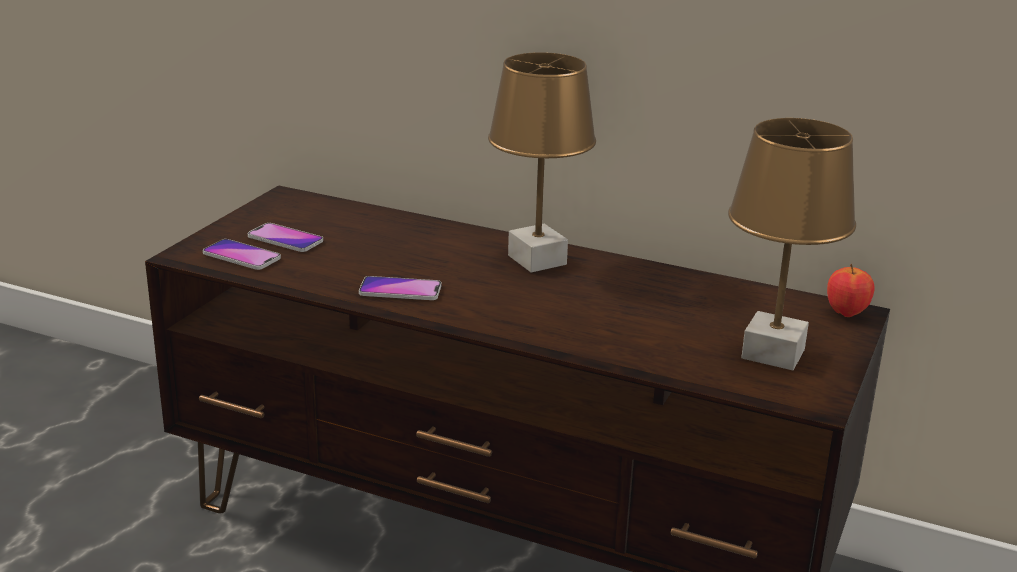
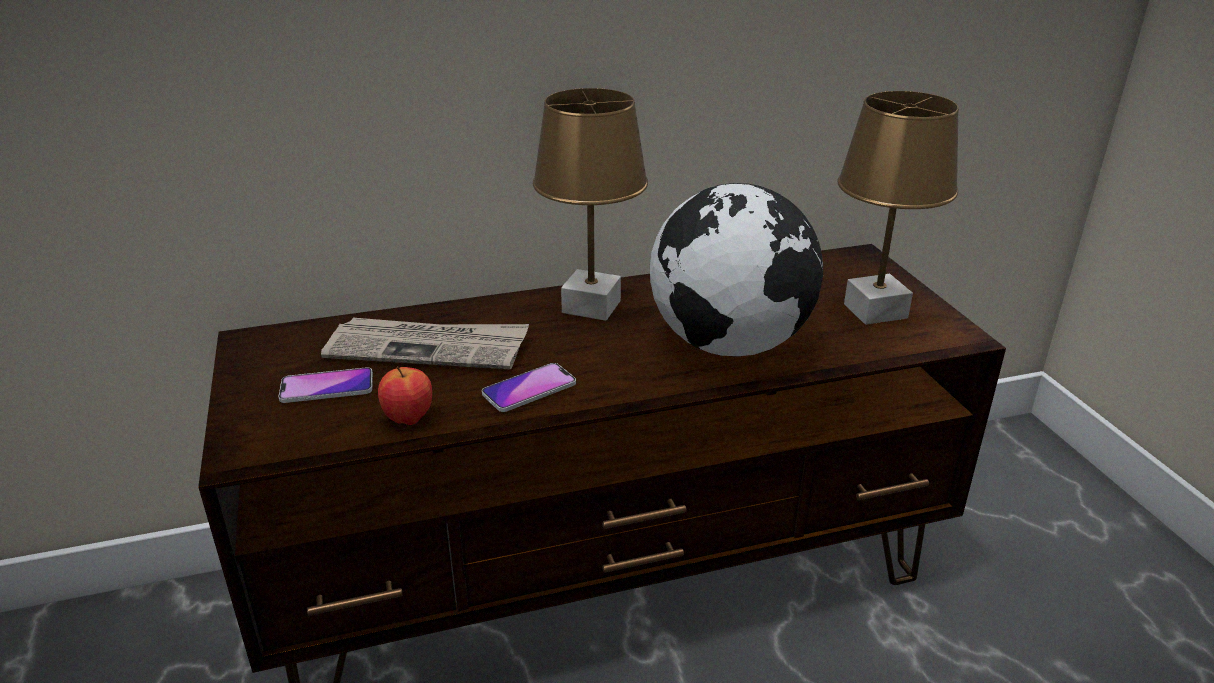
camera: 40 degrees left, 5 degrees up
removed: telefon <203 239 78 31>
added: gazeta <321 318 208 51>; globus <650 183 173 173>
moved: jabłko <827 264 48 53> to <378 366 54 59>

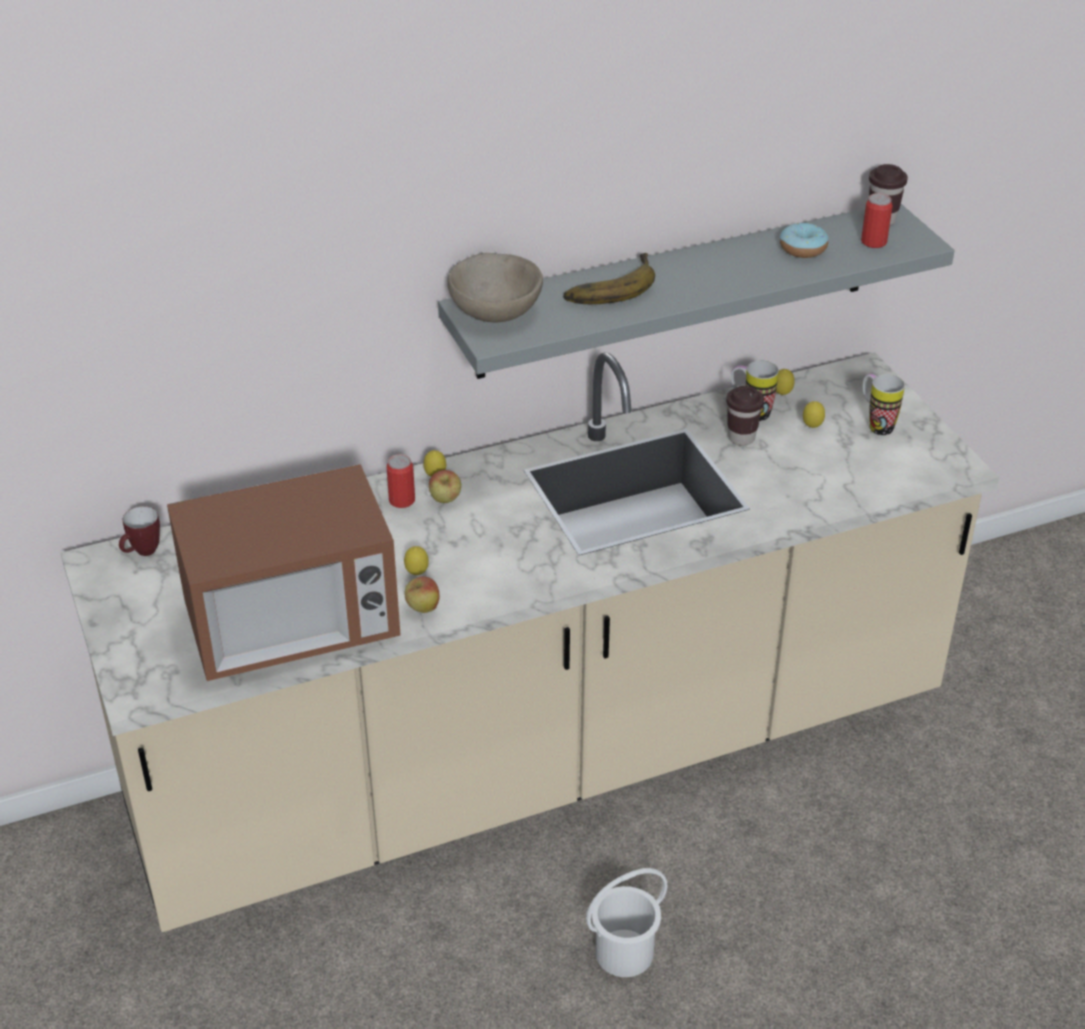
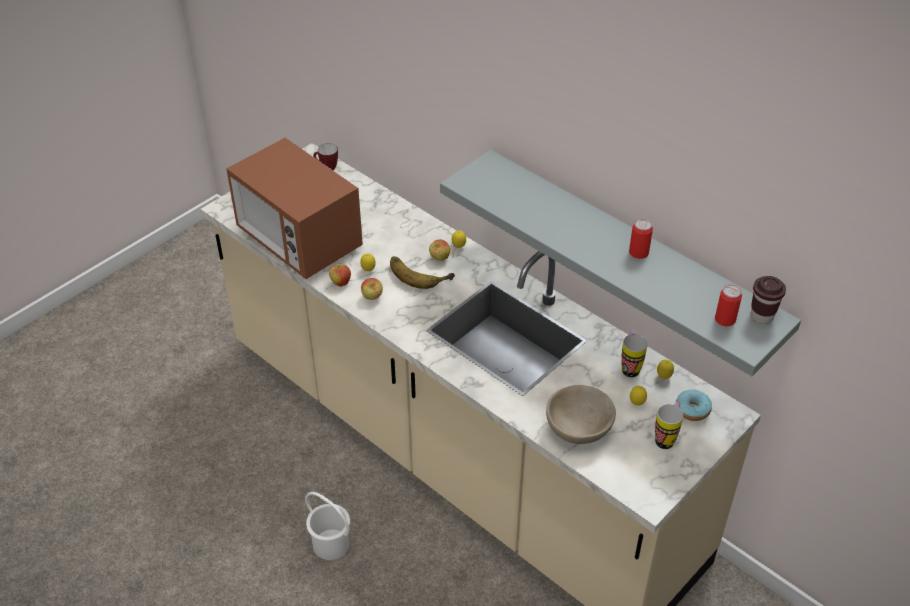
camera: 65 degrees right, 5 degrees up
removed: filiżanka (brązowy) <726 386 38 60>
added: jabłko <361 278 22 22>
moved: banan <563 253 92 51> to <390 256 65 33>; miska (beżowy) <448 253 95 69> to <546 385 70 59>; puszka <387 454 28 54> to <629 218 24 41>; donut <780 223 49 35> to <676 390 36 31>

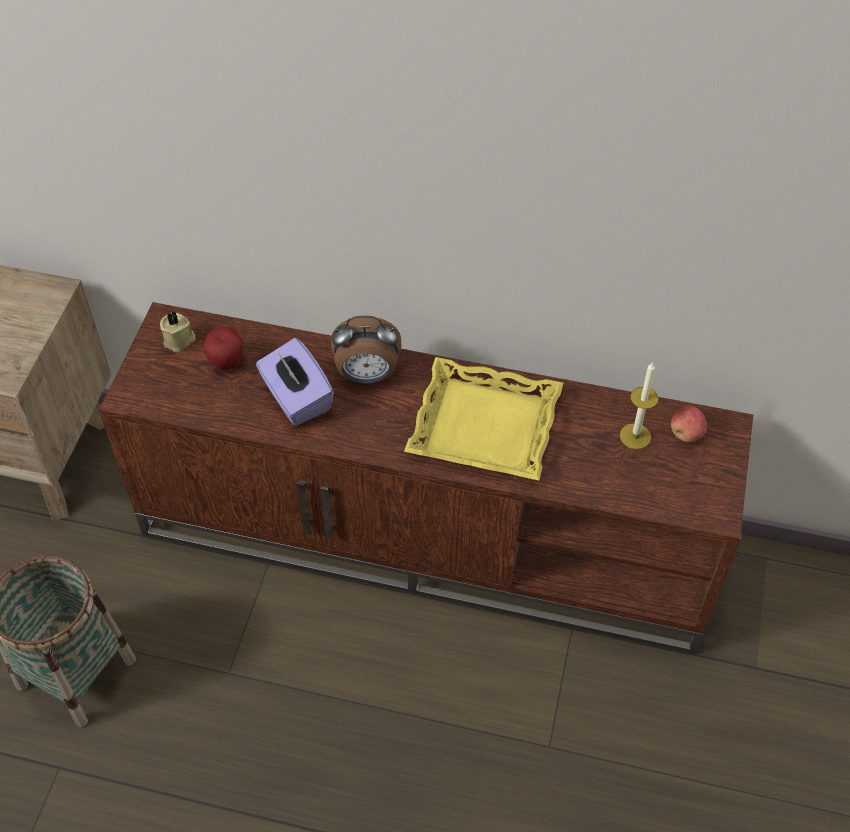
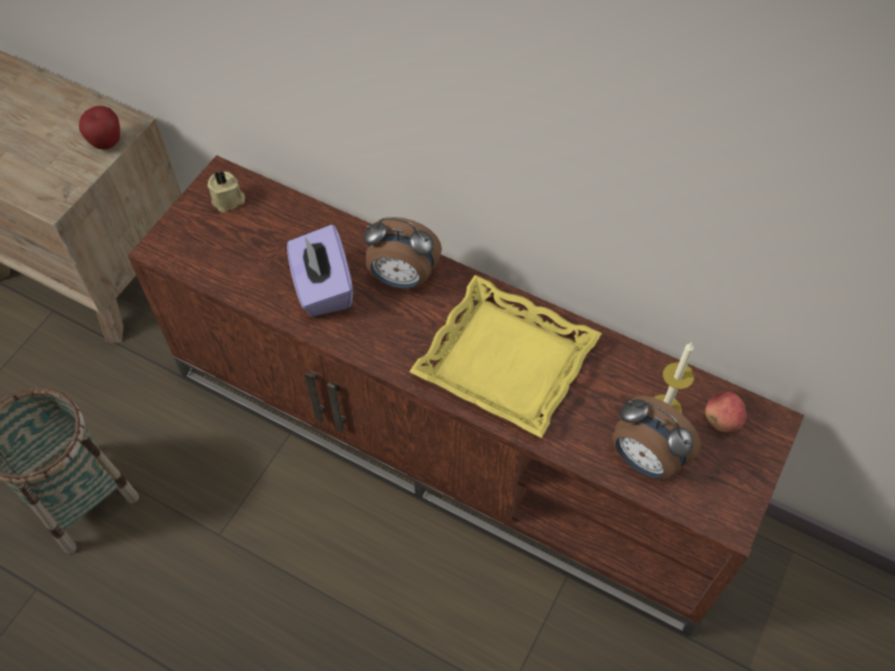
camera: 15 degrees right, 5 degrees up
added: budzik <612 395 89 85>
moved: jabłko <203 327 40 43> to <79 106 41 43>

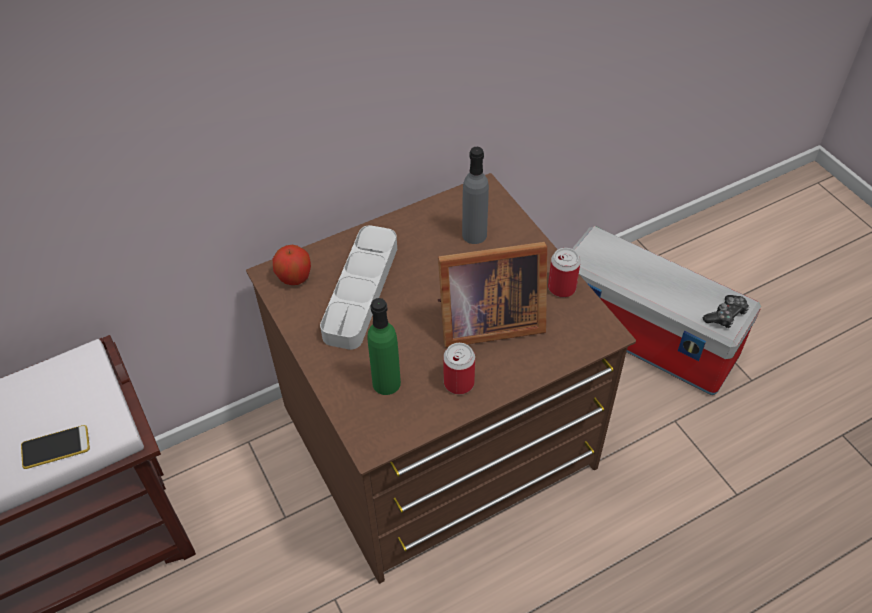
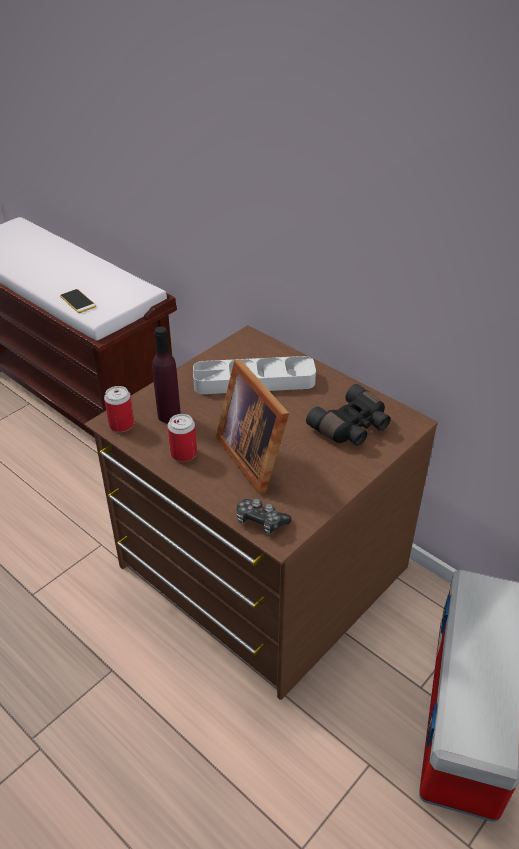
camera: 70 degrees right, 10 degrees down
removed: jabłko <273 245 38 40>
moved: puszka <548 248 33 49> to <104 386 30 46>; pad do gier <703 295 46 33> to <237 498 55 36>
replaced: butelka (szary) <462 147 27 97> to lornetka (czarny) <306 384 85 62>
recoloured: butelka (zielony) <367 298 34 97> to butelka (fioletowy) <152 326 29 97>

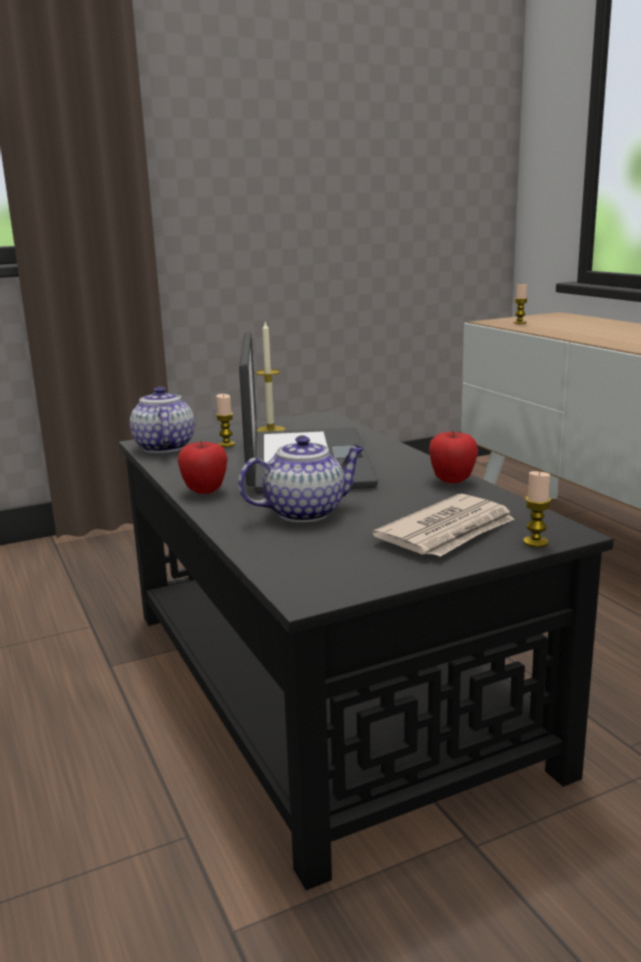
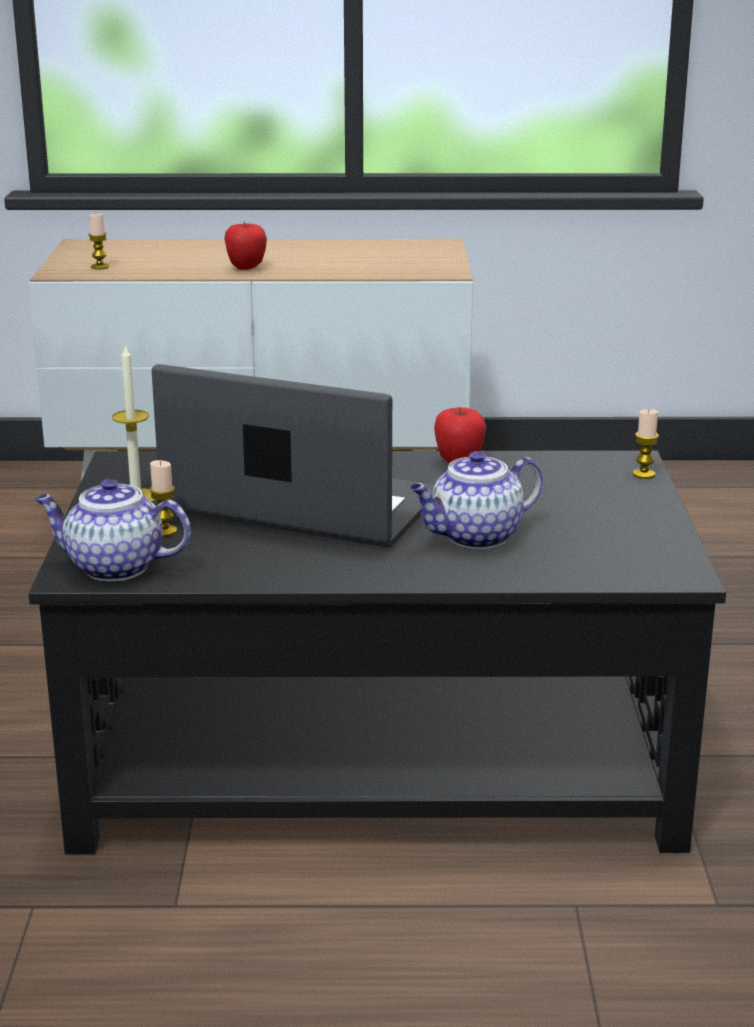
camera: 65 degrees left, 5 degrees up
removed: gazeta <372 494 142 63>
moved: jabłko <178 441 50 53> to <225 222 42 48>
turned: imbryk <238 435 127 87> = <410 451 133 98> 120 degrees counterclockwise

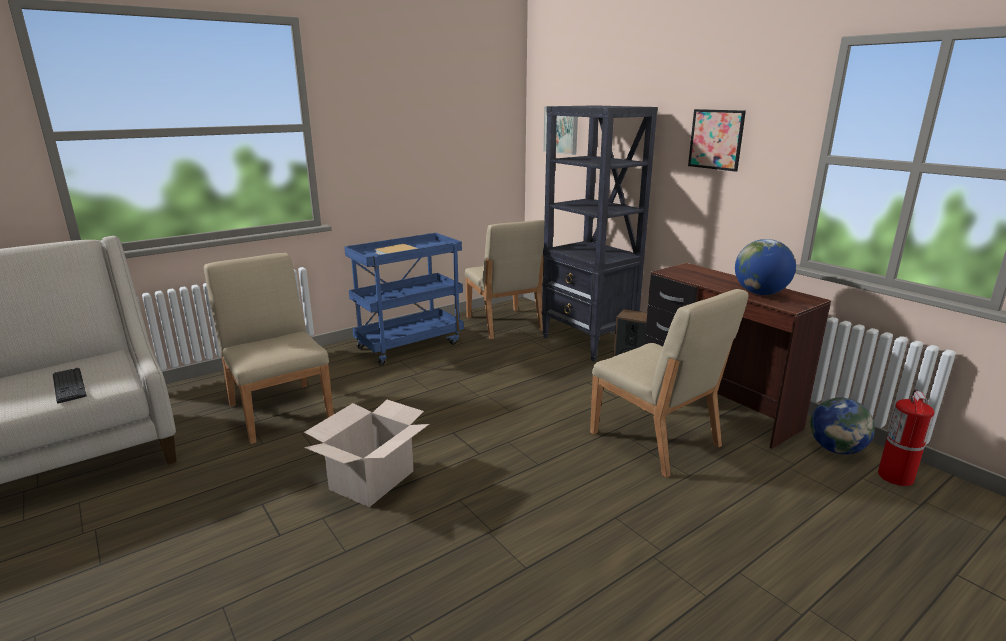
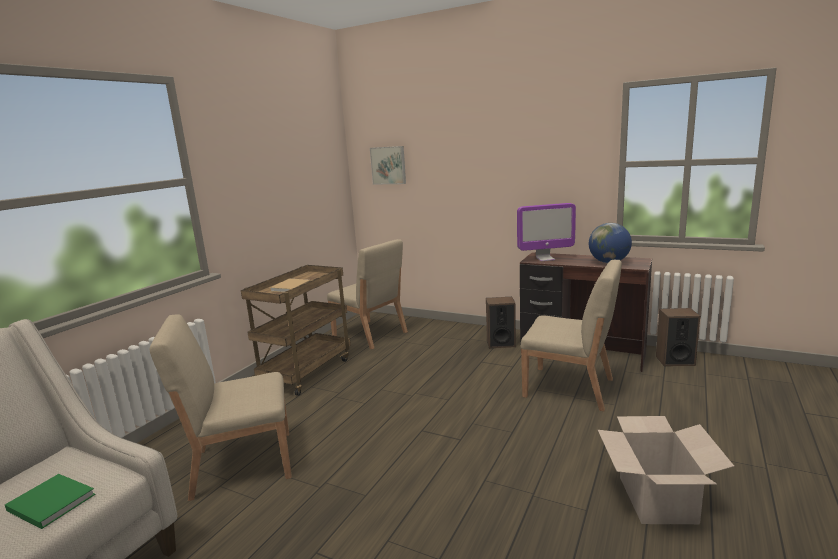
camera: 25 degrees left, 5 degrees down
removed: regał (czarny) <542 105 116 257>; obraz <688 109 58 62>; gaśnica <878 389 56 97>
added: monitor <517 203 59 58>
moved: karton <304 400 125 107> to <598 416 136 108>
replaced: klawiatura <53 368 34 35> to książka (zielony) <5 474 91 55>; globus <810 398 65 56> to głośnik <656 308 44 58>
recoloured: wózek (niebieski) <344 233 120 133> to wózek (brązowy) <241 265 110 131>
turned: krzesło (beżowy) <204 253 130 191> = <150 314 142 187> 45 degrees counterclockwise

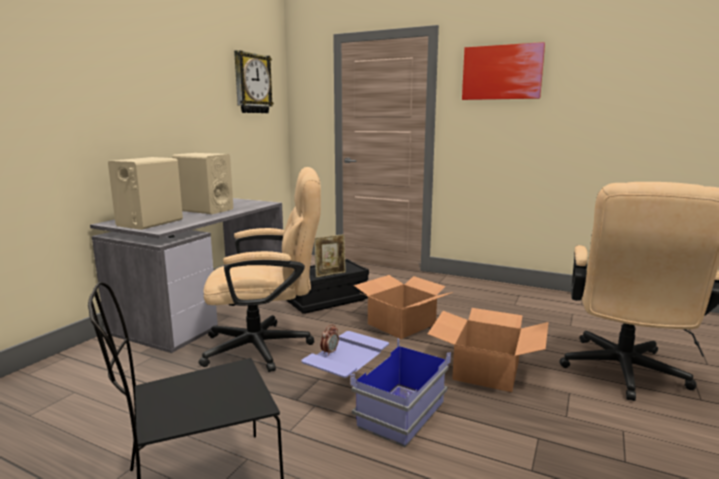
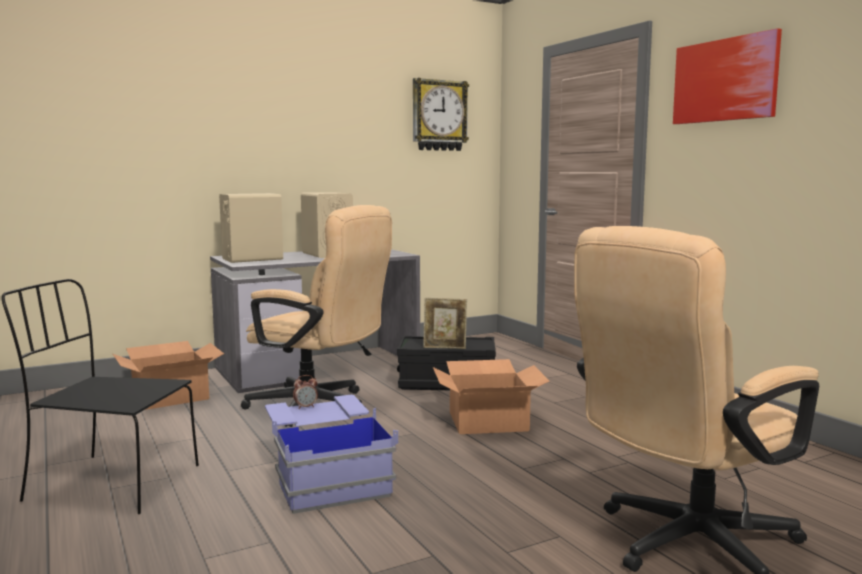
camera: 35 degrees right, 5 degrees down
moved: karton <428 308 121 84> to <113 341 111 69>

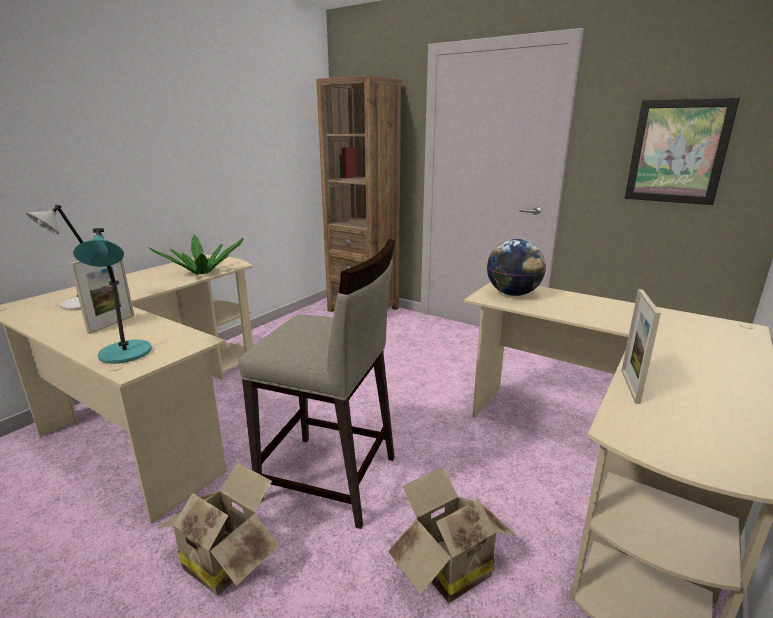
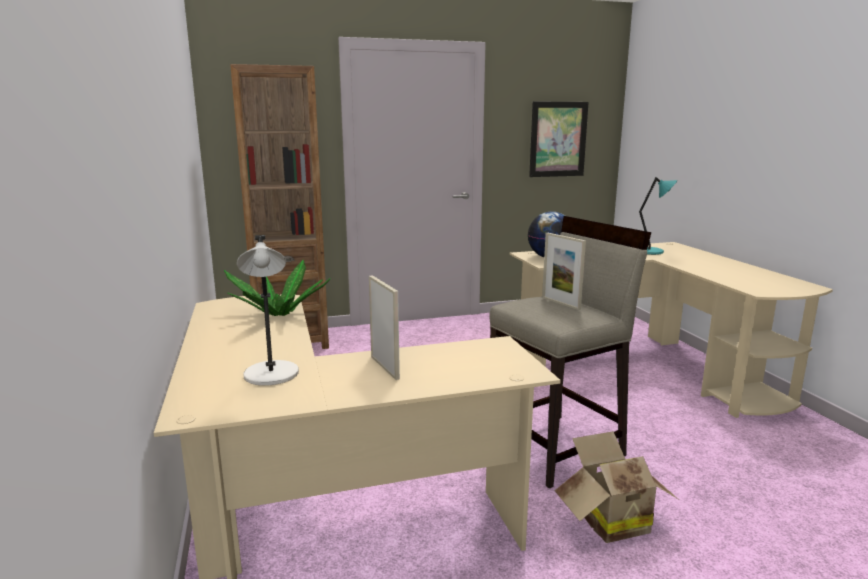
camera: 50 degrees left, 5 degrees down
removed: karton <388 467 129 136>
moved: ramka na zdjęcie <622 289 39 115> to <542 233 44 77>; lampa stołowa (turkusowy) <73 228 79 136> to <639 177 38 78>

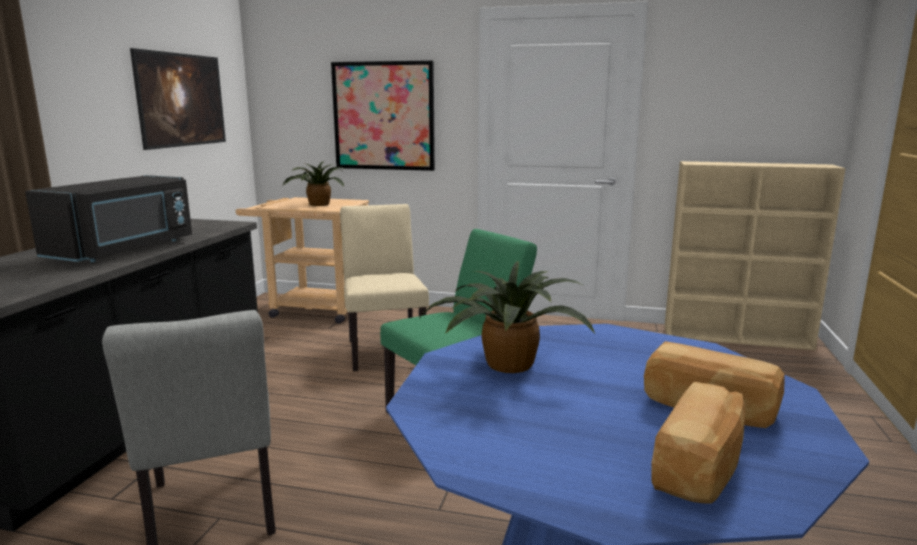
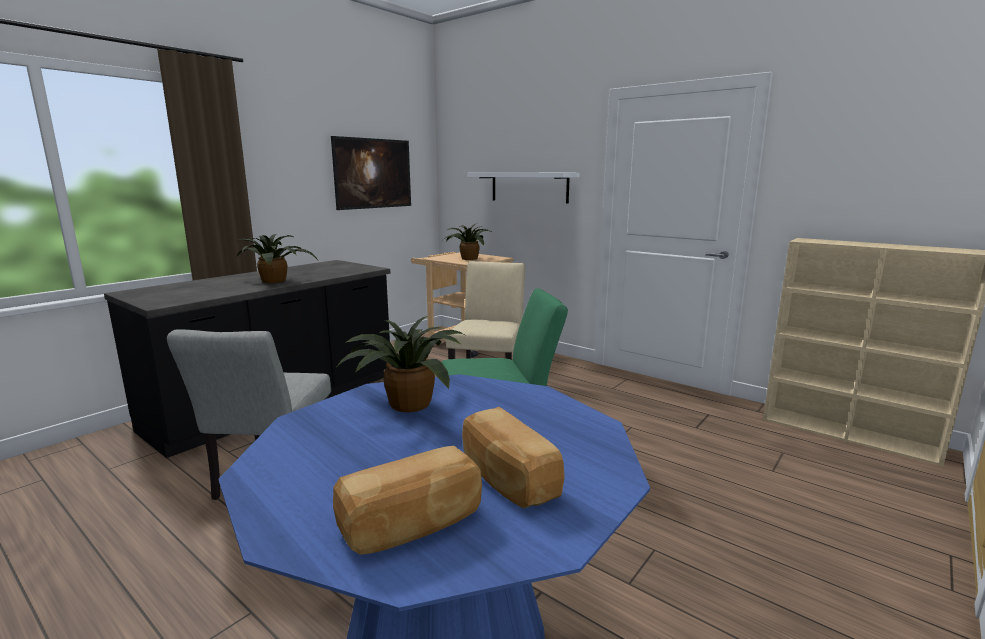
camera: 25 degrees right, 0 degrees up
replaced: mikrofalówka (czarny) <25 175 167 87> to roślina doniczkowa <237 234 81 49>; obraz <331 60 104 111> to półka (biały) <468 173 111 30>

